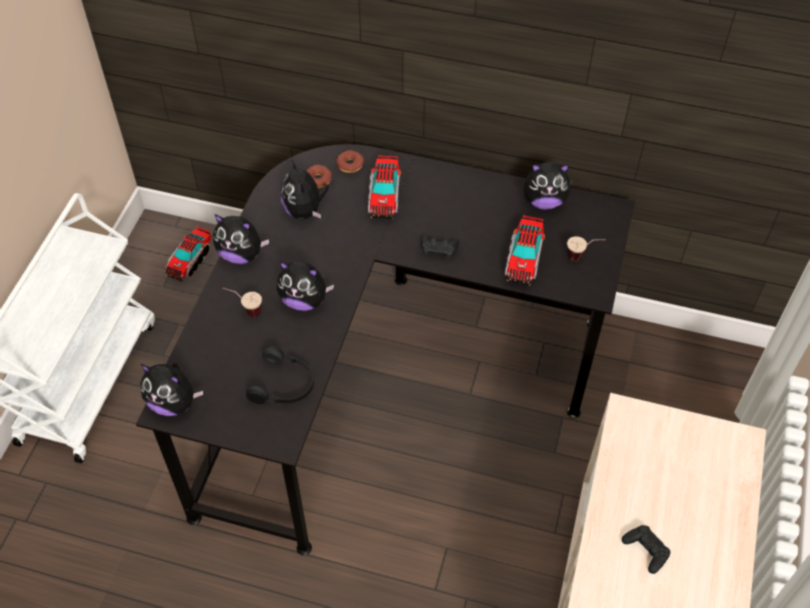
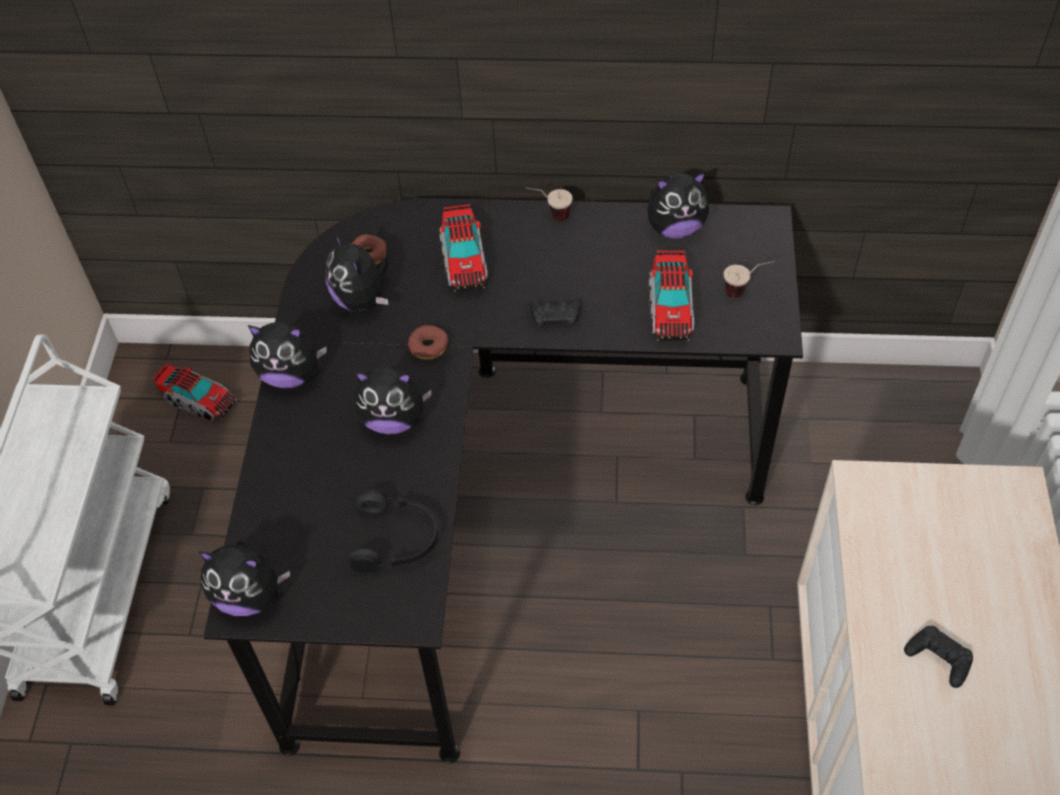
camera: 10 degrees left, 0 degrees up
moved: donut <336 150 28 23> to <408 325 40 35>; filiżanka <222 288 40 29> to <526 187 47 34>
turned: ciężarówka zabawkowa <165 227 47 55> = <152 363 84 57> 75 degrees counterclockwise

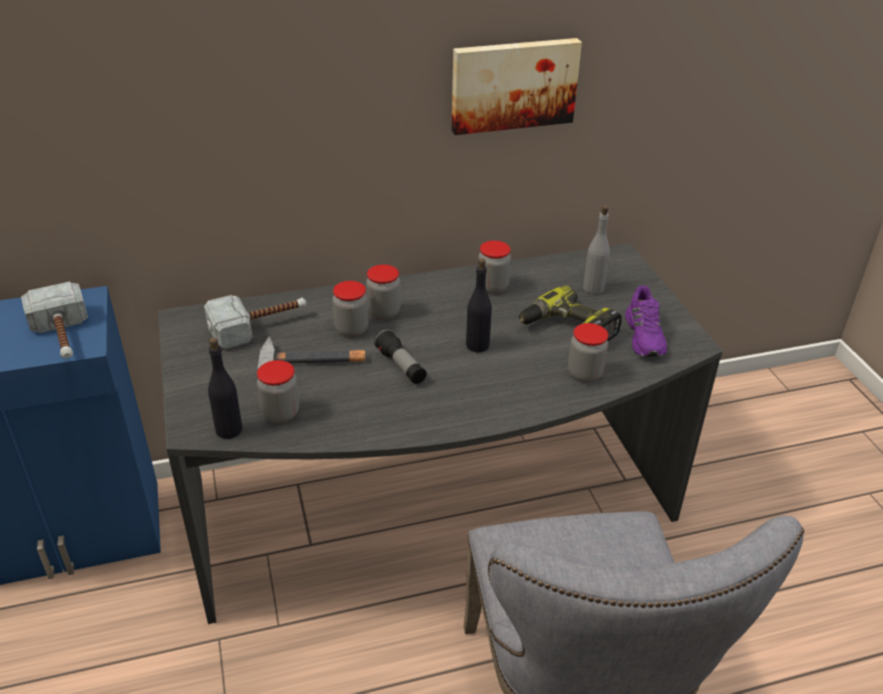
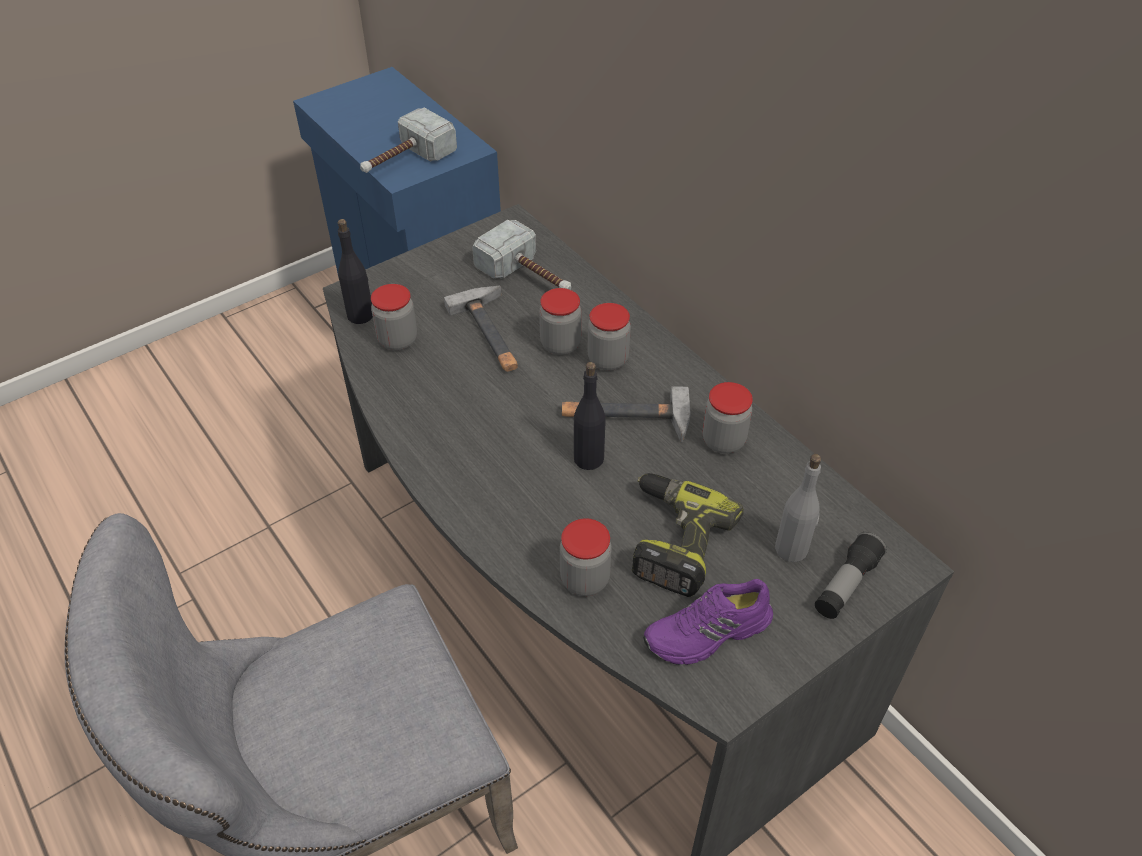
camera: 70 degrees right, 10 degrees up
removed: obraz <451 38 131 97>
added: młotek <562 386 129 57>
moved: latarka <374 329 53 55> to <815 532 72 87>

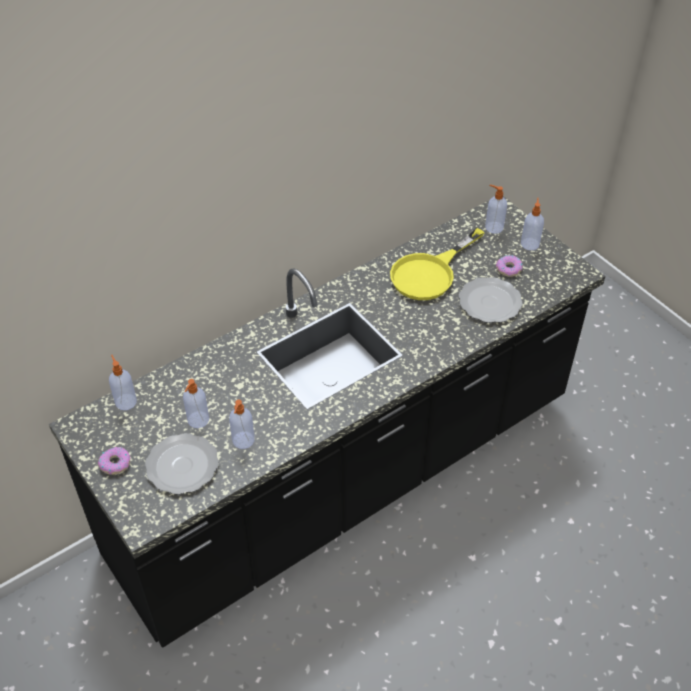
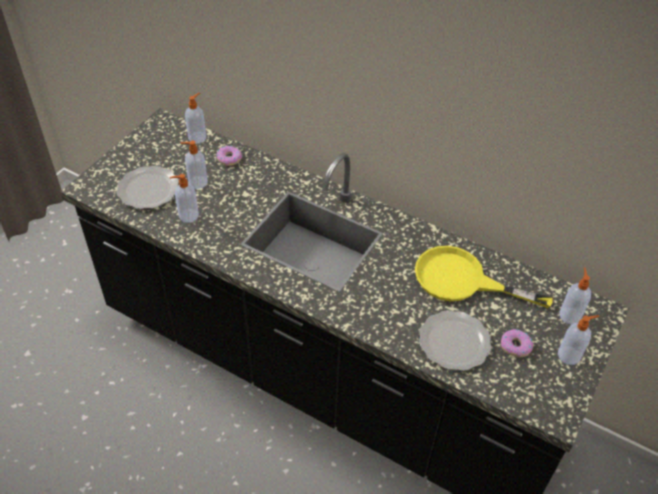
camera: 65 degrees right, 0 degrees up
moved: donut <98 447 32 28> to <216 146 26 20>

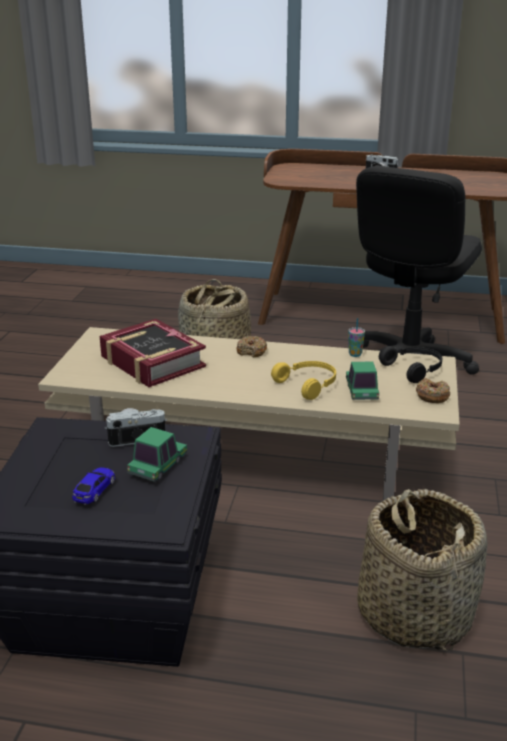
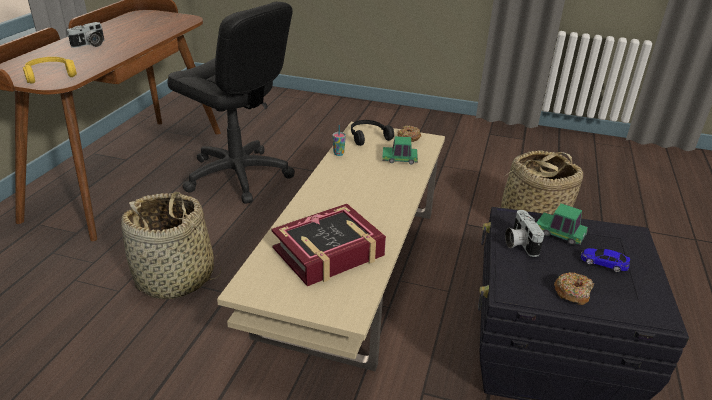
camera: 85 degrees left, 5 degrees up
moved: słuchawki (żółty) <271 361 65 39> to <23 57 54 27>; donut <237 336 30 21> to <554 272 40 33>

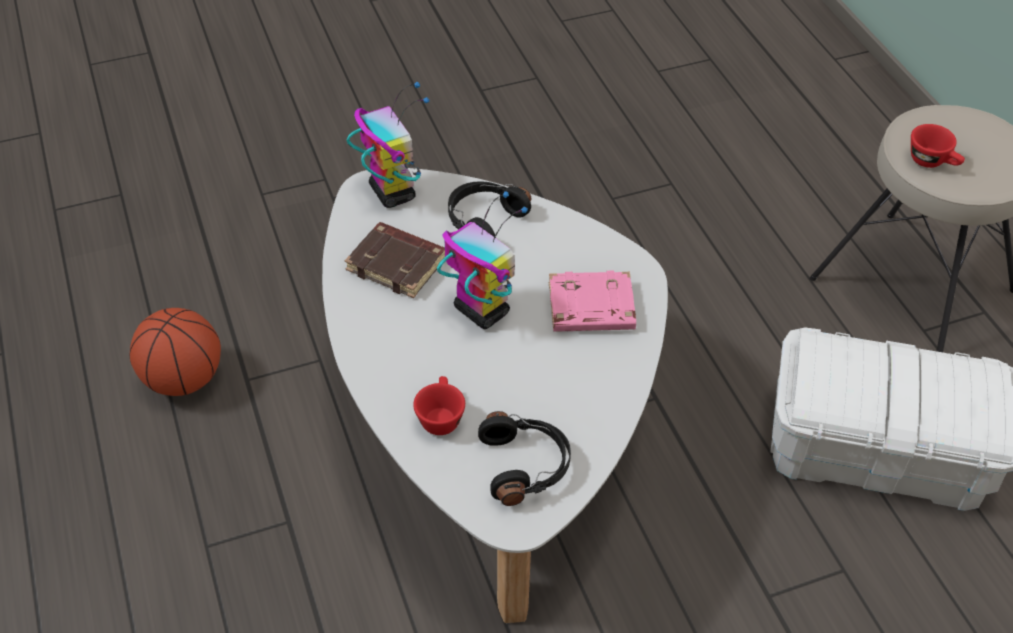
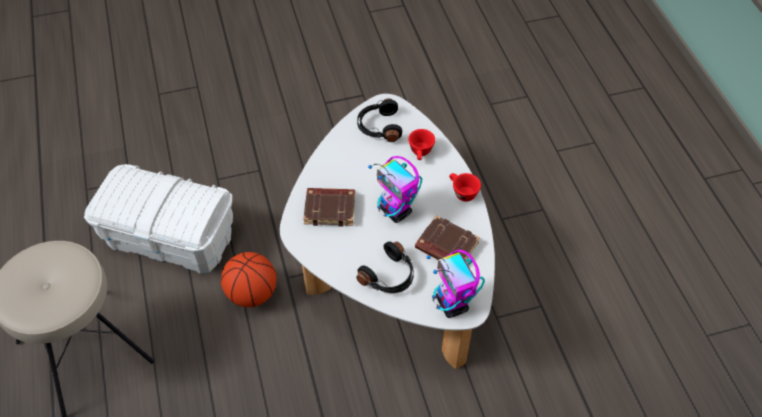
camera: 175 degrees left, 5 degrees up
moved: piłka do koszykówki <130 308 91 88> to <221 252 56 55>; filiżanka (czerwony) <911 124 54 44> to <449 173 32 28>
recoloured: książka (różowy) <549 270 87 62> to książka (brązowy) <303 188 52 39>

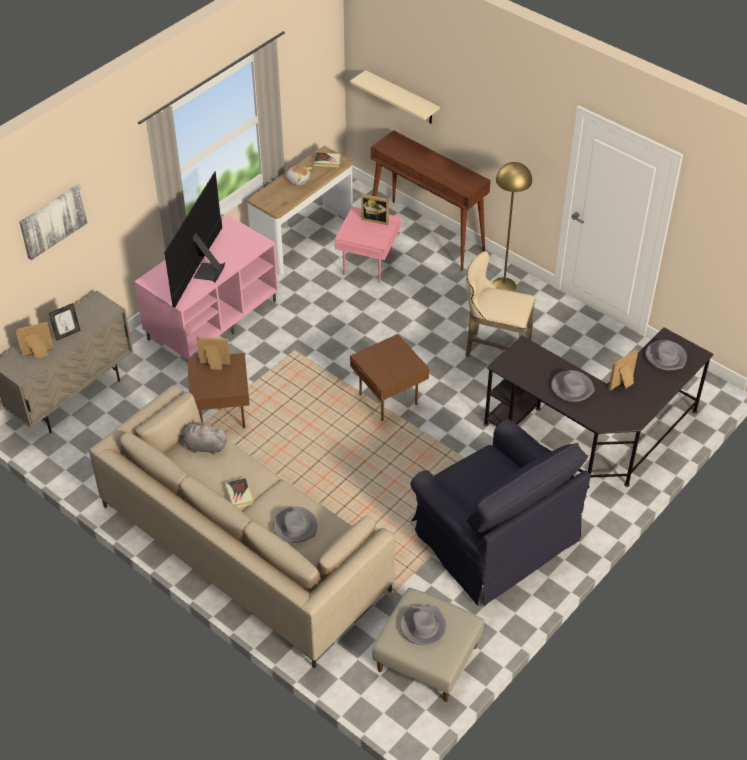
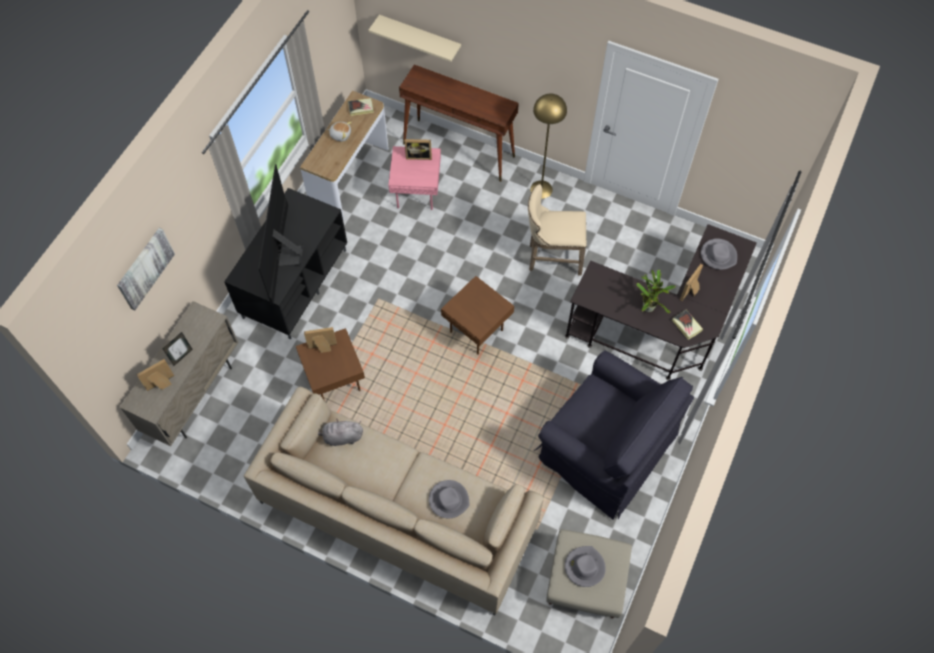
camera: 15 degrees left, 15 degrees up
moved: książka <225 478 29 30> to <672 310 31 30>
replaced: kapelusz (szary) <551 370 44 32> to roślina doniczkowa <636 270 40 44>
recoloured: szafka pod telewizor (różowy) <134 215 144 144> to szafka pod telewizor (czarny) <224 188 123 152>

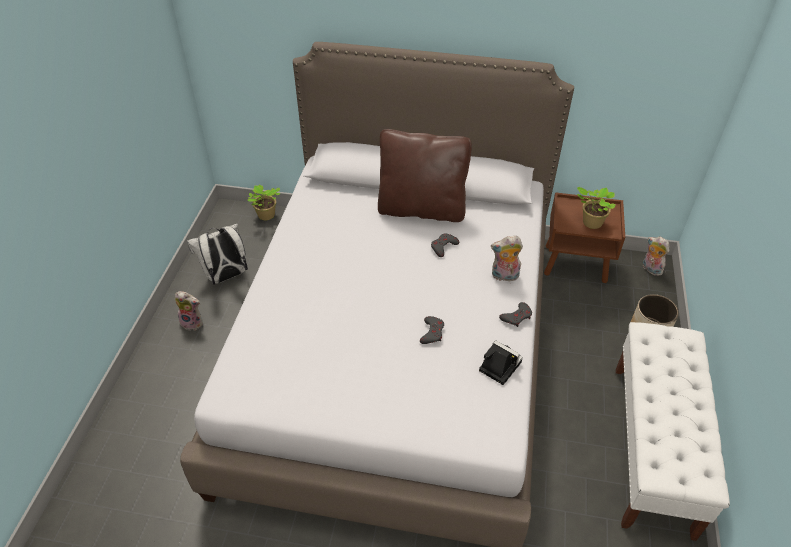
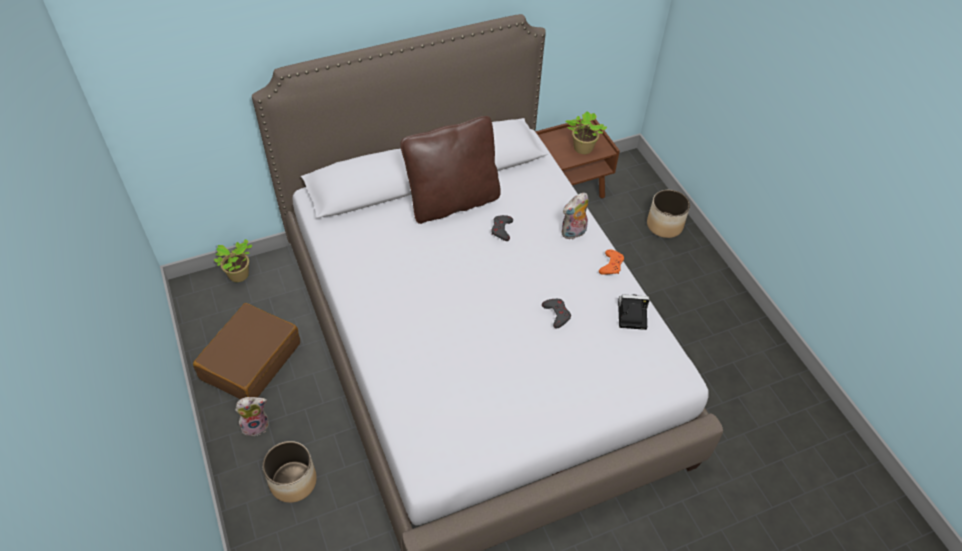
camera: 35 degrees left, 5 degrees up
removed: ławka (biały) <615 322 115 219>; pluszak <643 237 26 39>
added: donica <262 441 55 62>
replaced: plecak (biały) <187 224 61 61> to walizka (brązowy) <193 303 107 96>
recoloured: pad do gier (szary) <499 302 33 25> to pad do gier (pomarańczowy) <599 250 25 25>

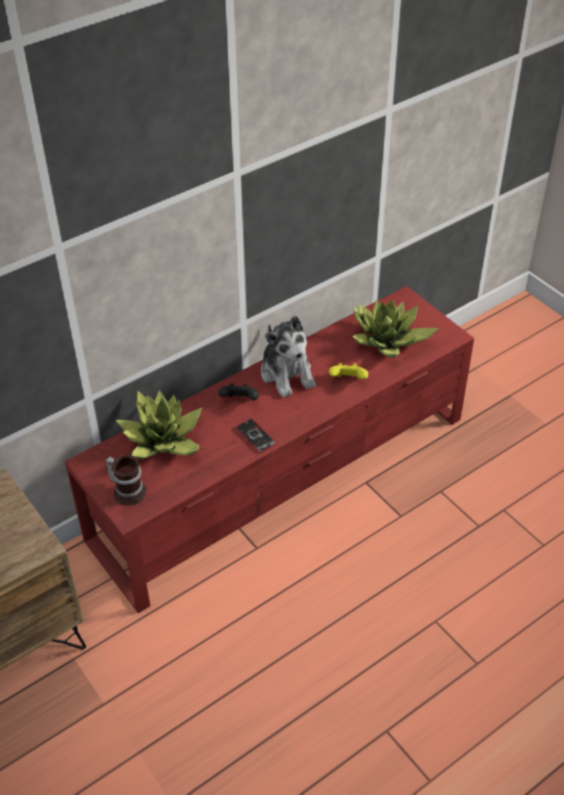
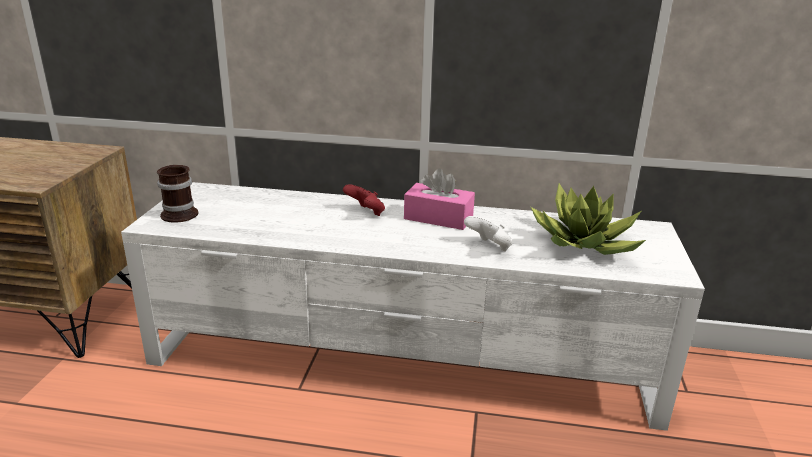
camera: 45 degrees right, 20 degrees down
removed: roślina doniczkowa <116 390 87 69>; telefon <235 419 41 34>
replaced: pluszak <261 316 55 81> to pudełko chusteczek (różowy) <404 168 71 62>
recoloured: szafka pod telewizor (czerwony) <65 286 409 327> to szafka pod telewizor (biały) <121 182 584 249>; pad do gier (czarny) <219 383 40 17> to pad do gier (czerwony) <343 184 42 32>; pad do gier (żółty) <329 363 39 16> to pad do gier (biały) <464 216 49 36>

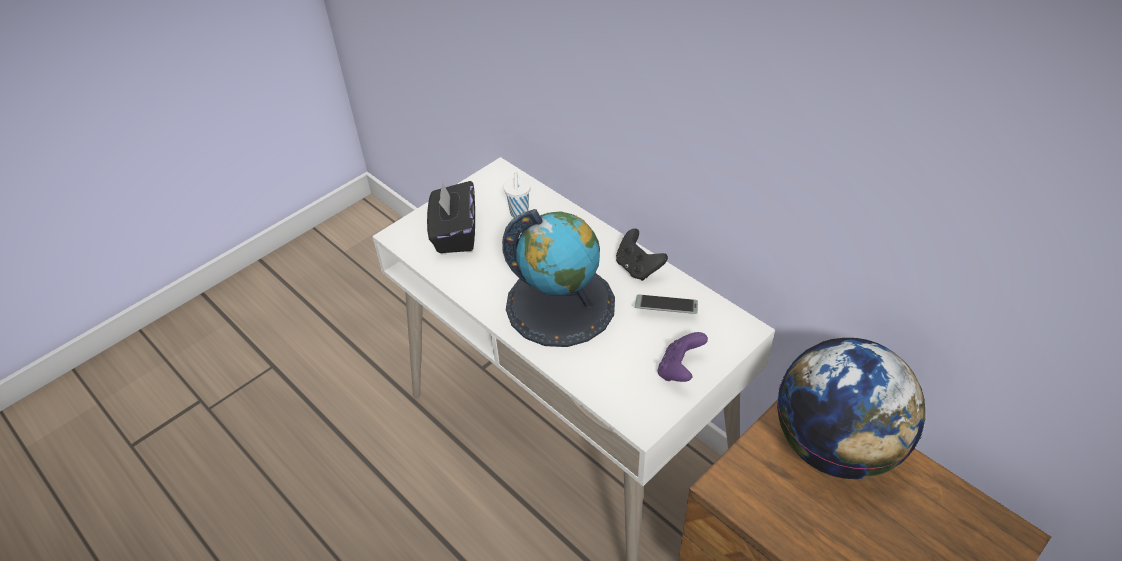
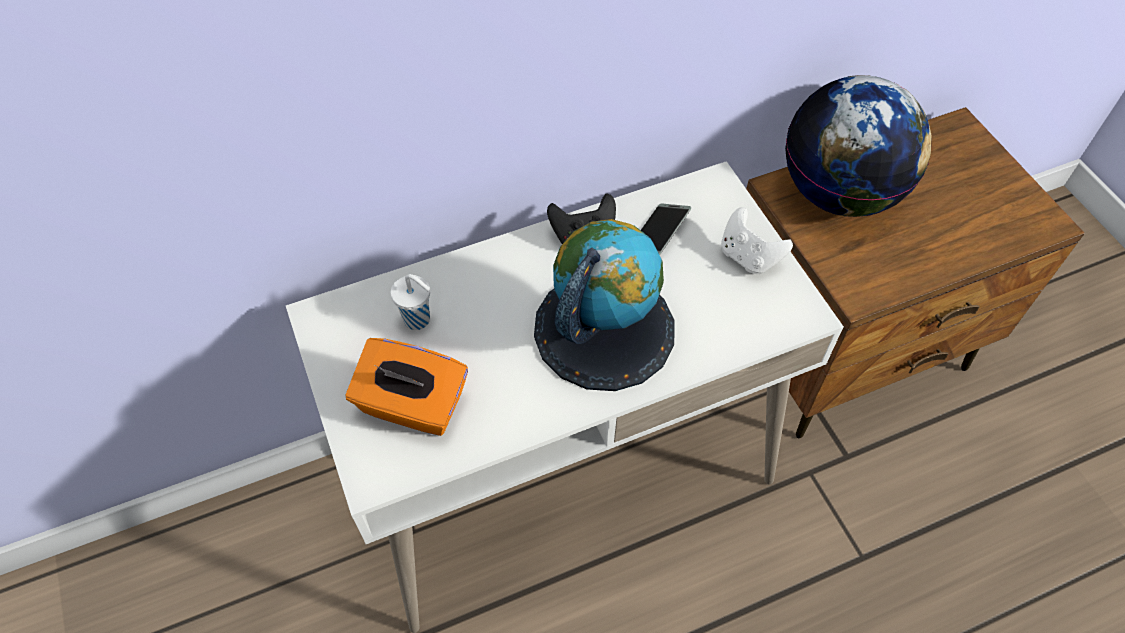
camera: 70 degrees left, 10 degrees up
recoloured: pudełko chusteczek (czarny) <427 181 48 72> to pudełko chusteczek (pomarańczowy) <345 338 123 98>; pad do gier (fioletowy) <658 332 50 50> to pad do gier (biały) <721 207 72 67>

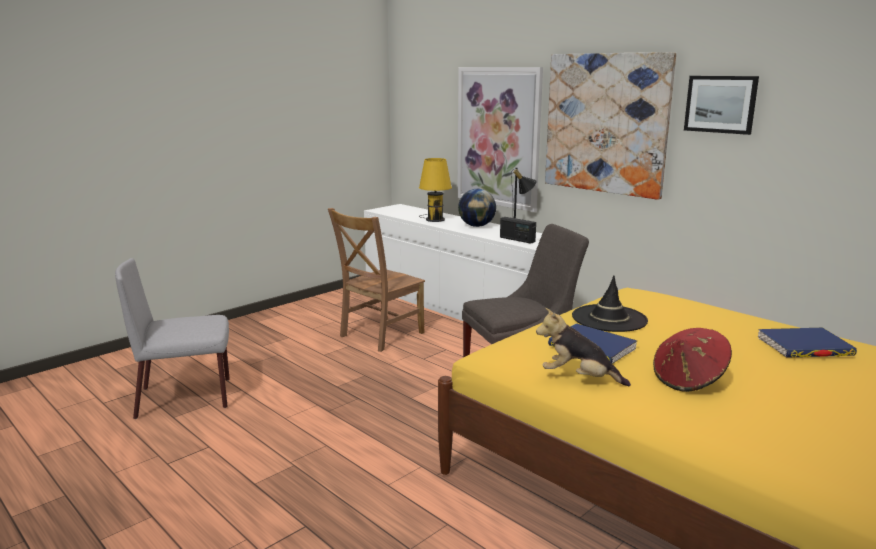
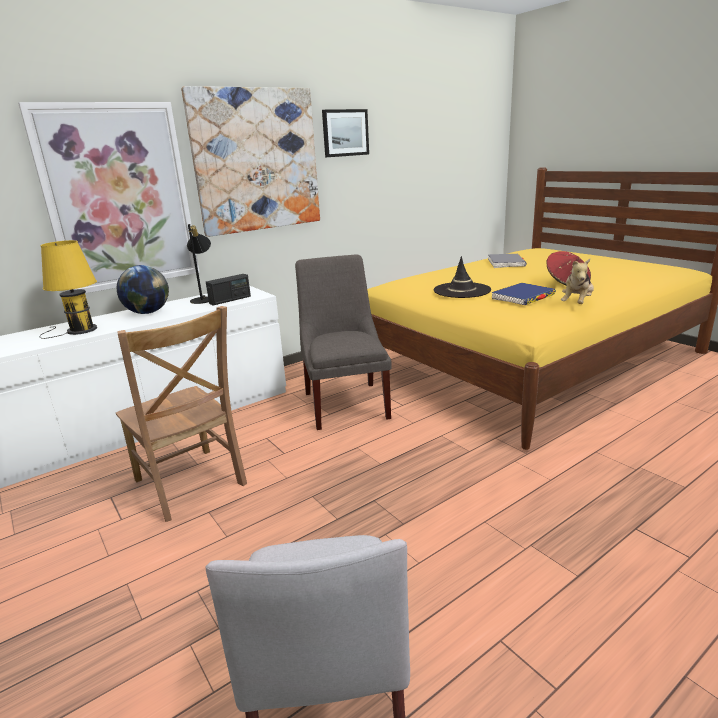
camera: 80 degrees left, 5 degrees up
recoloured: książka (niebieski) <758 328 99 30> to książka (szary) <488 254 39 14>

